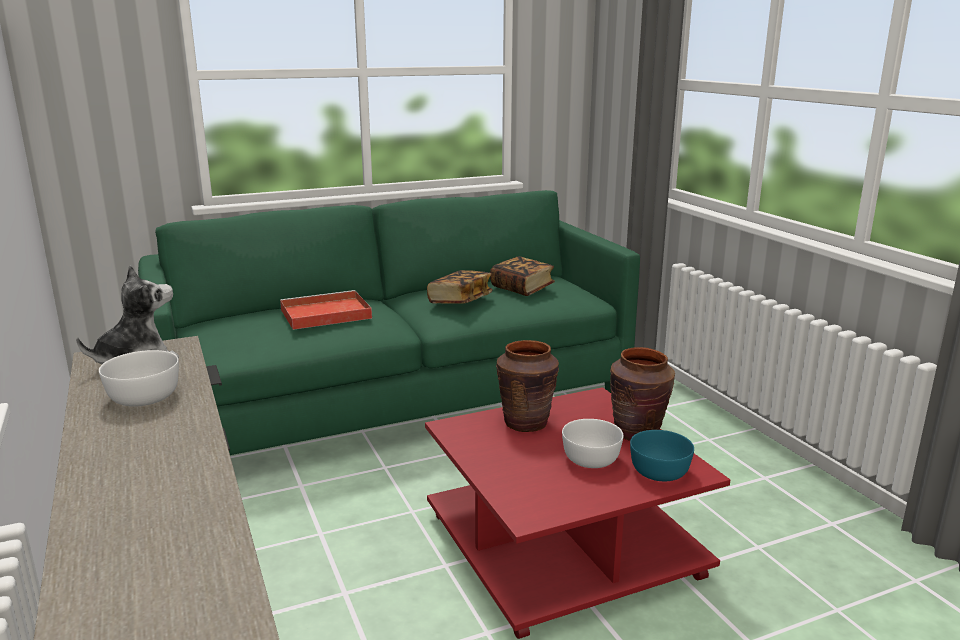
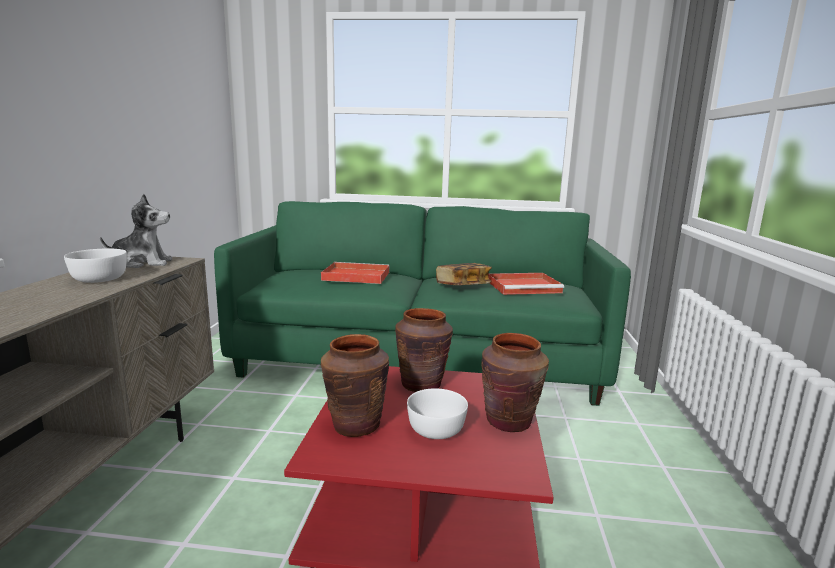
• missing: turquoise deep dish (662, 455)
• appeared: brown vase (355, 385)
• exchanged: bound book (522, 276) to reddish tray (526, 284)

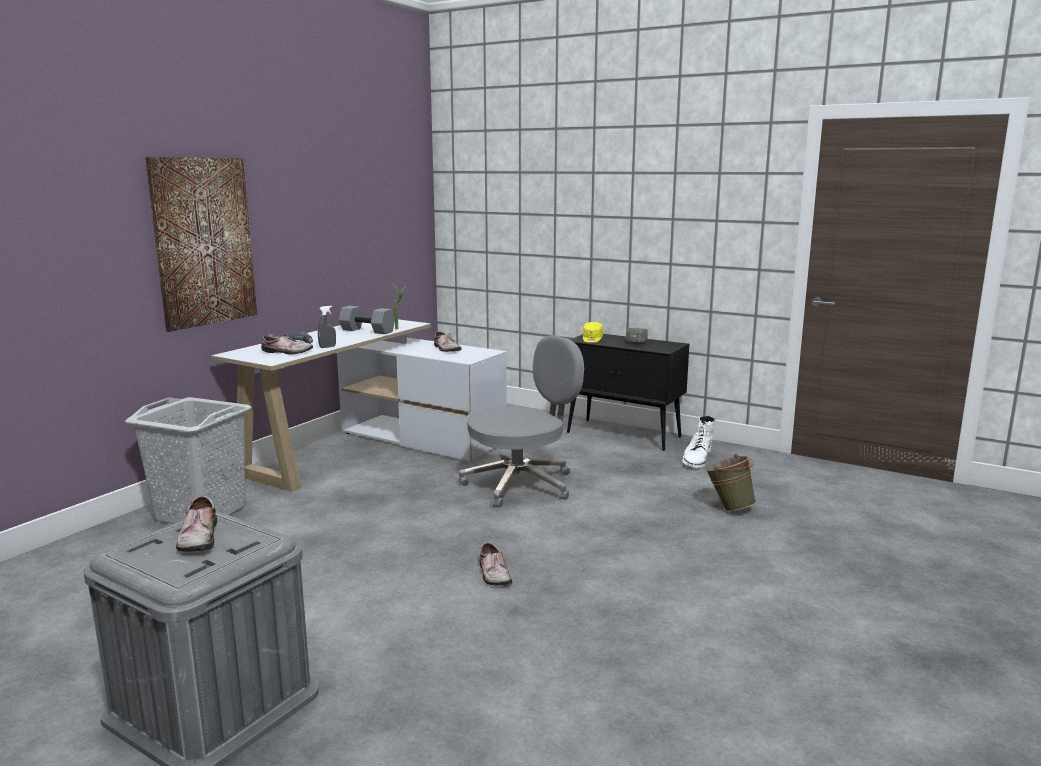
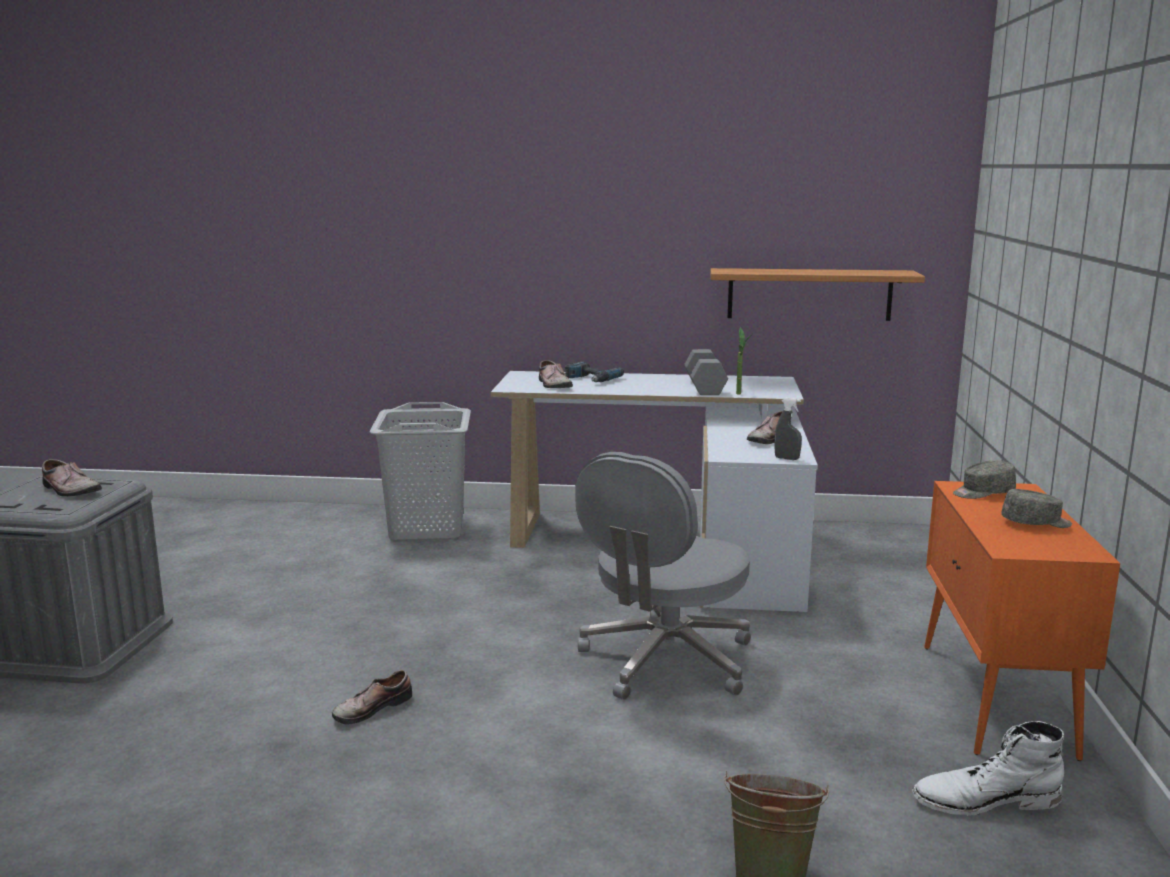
• missing: picture (201, 244)
• appeared: bracket shelf (817, 294)
• relocated: gray hand sprayer (327, 327) to (788, 429)
• colour: blackish cupboard (628, 392) to orangey cupboard (1022, 621)
• colour: yellow peaked cap (593, 332) to gray peaked cap (984, 480)
• spun: low shoe (196, 524) = (72, 478) 105 degrees counterclockwise
• spun: gray computer chair (521, 421) = (663, 576) 90 degrees clockwise

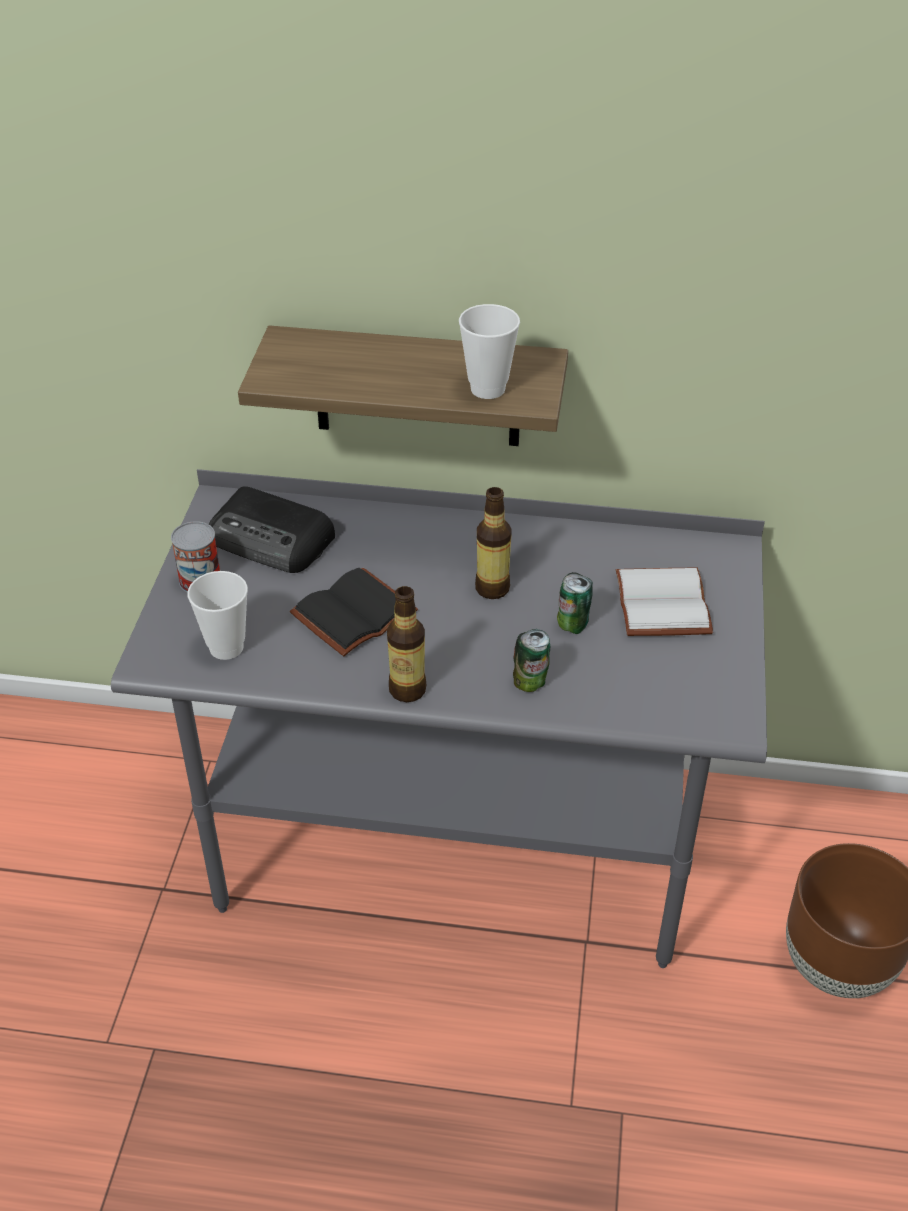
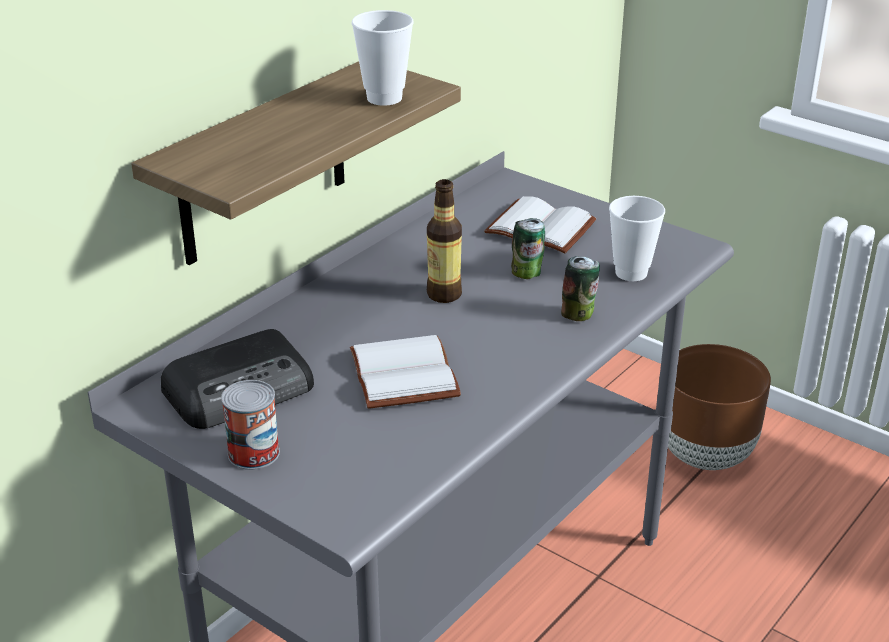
• missing: beverage bottle (406, 644)
• relocated: drinking cup (218, 615) to (637, 238)
• colour: blackish bound book (354, 612) to white-coloured bound book (405, 372)

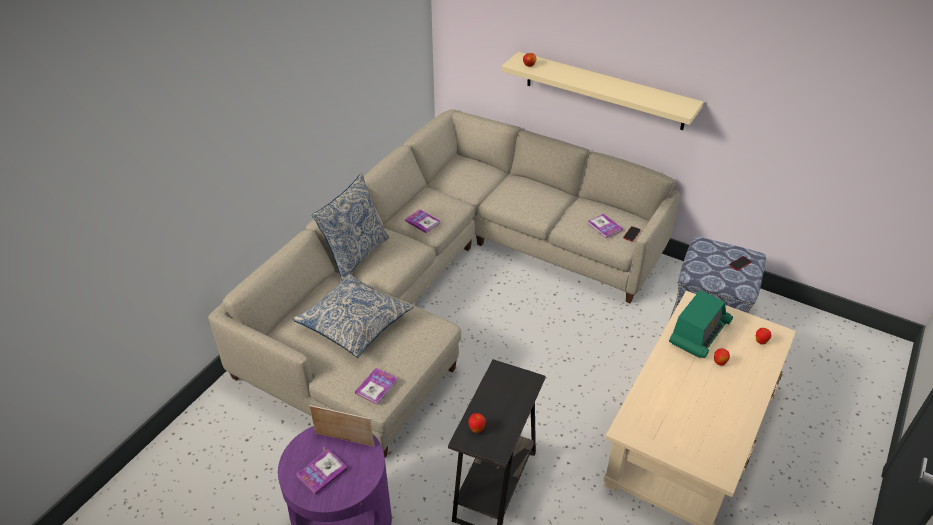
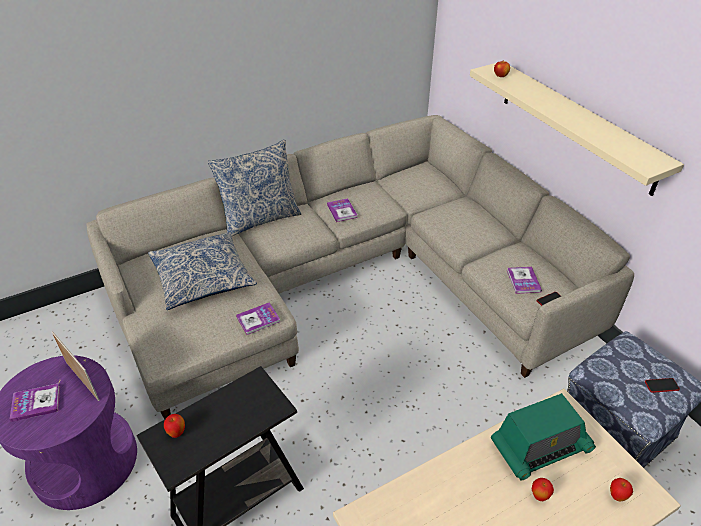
• relocated: bound book (376, 386) to (258, 318)

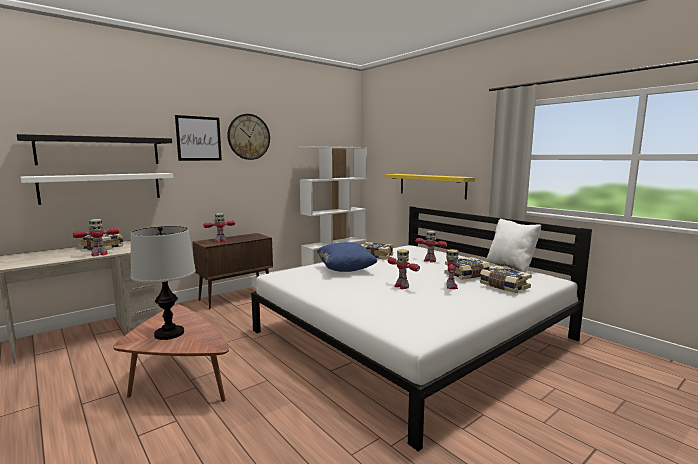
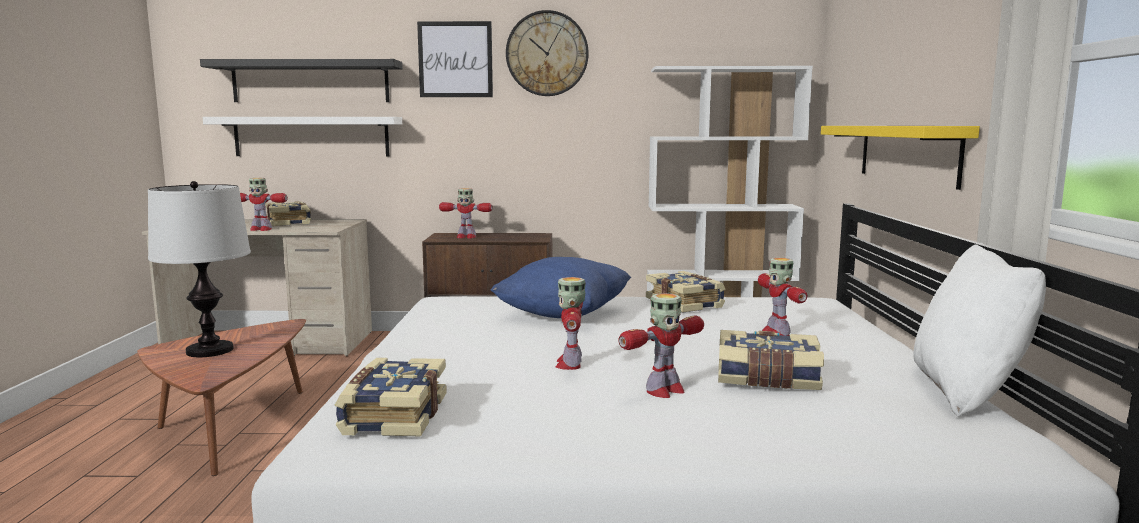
• relocated: bound book (506, 279) to (391, 397)

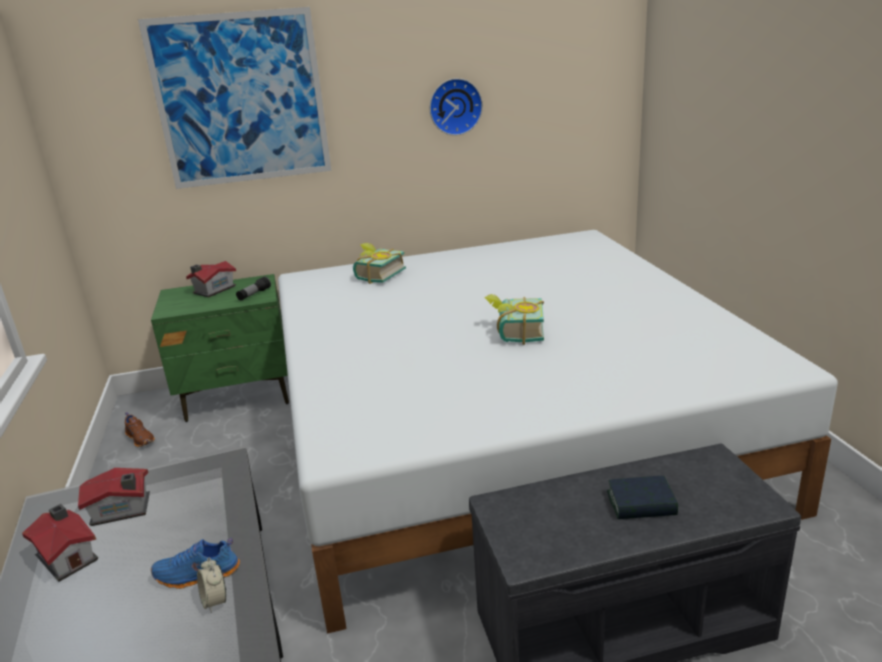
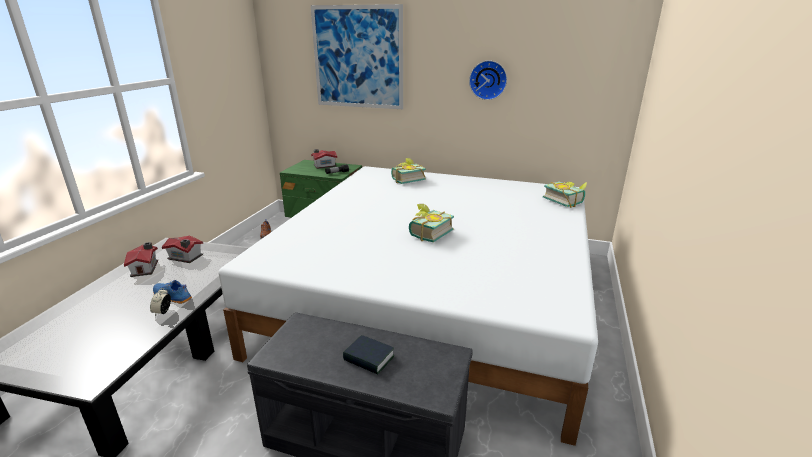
• appeared: bound book (565, 194)

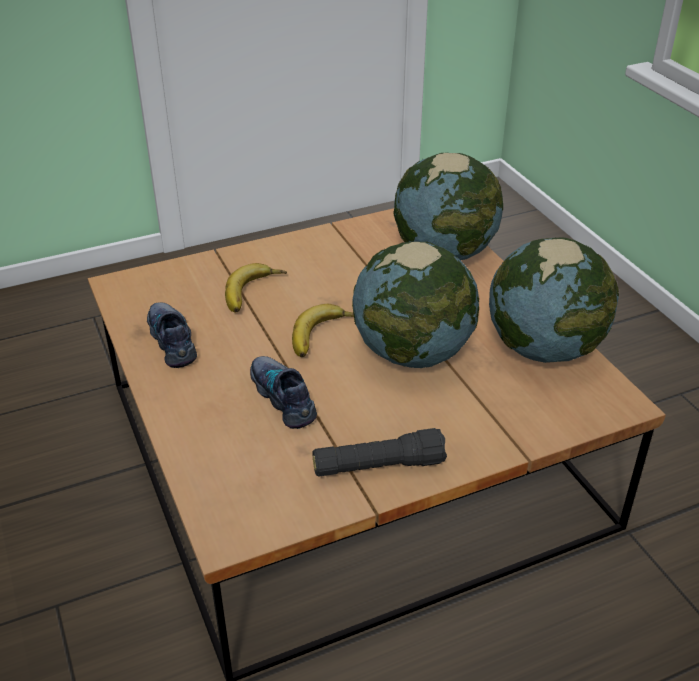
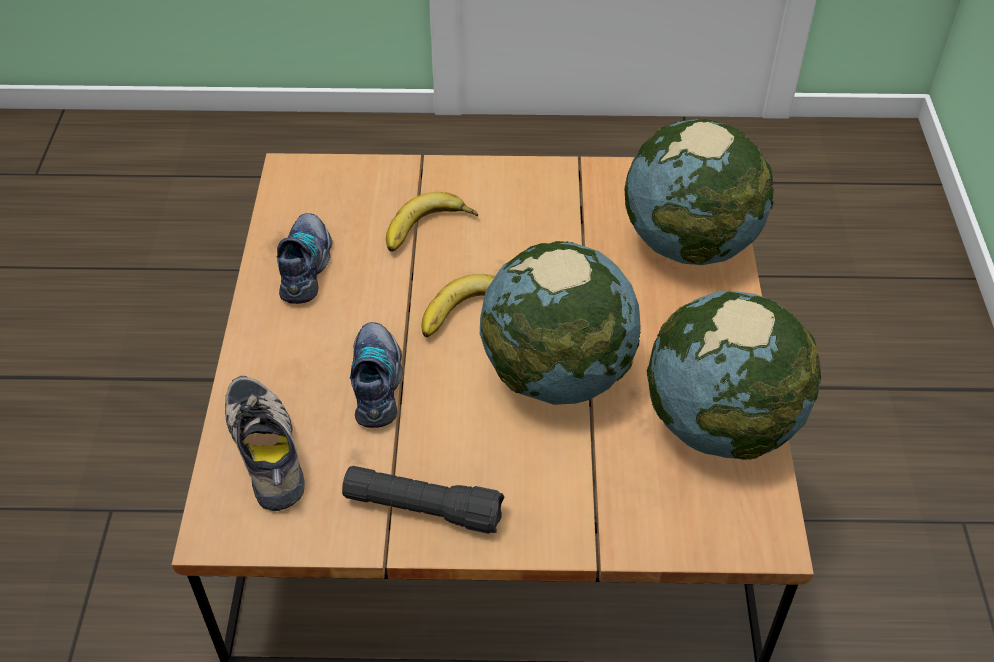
• appeared: low shoe (265, 443)

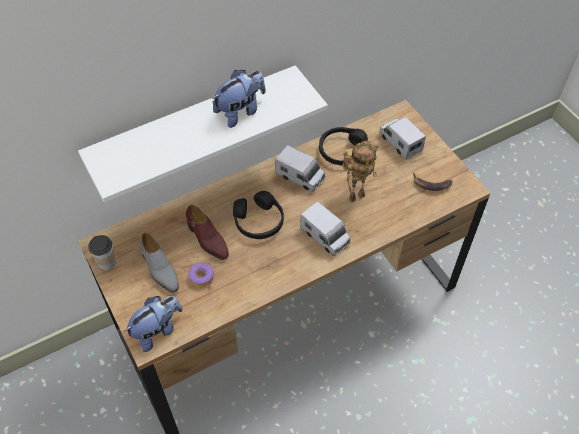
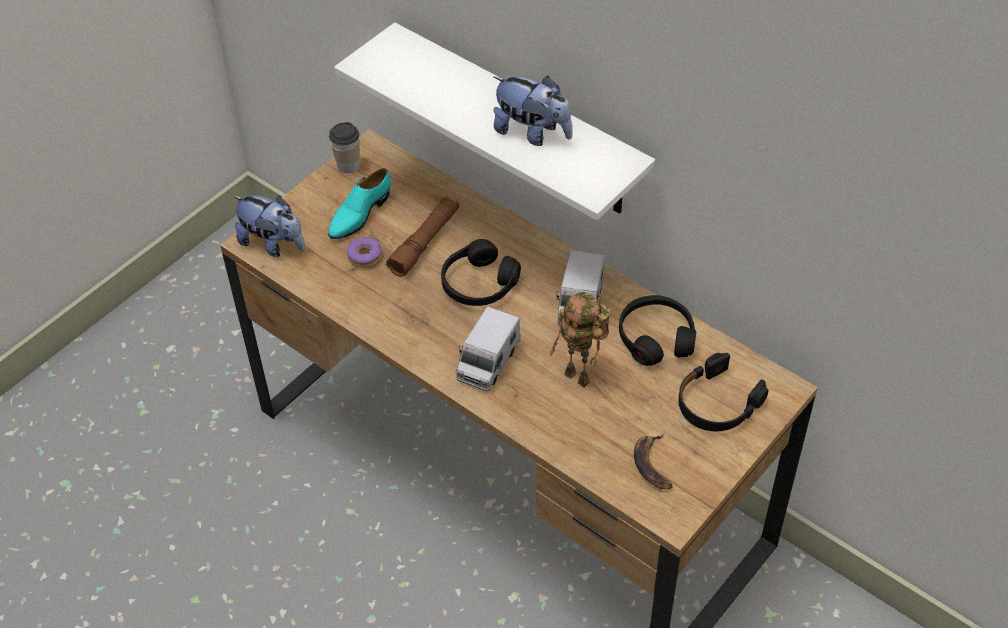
• exchanged: brown low shoe (207, 232) to brown torch (422, 237)
• exchanged: toy truck (402, 138) to blackish headphones (723, 392)
• colour: gray low shoe (159, 263) to turquoise low shoe (359, 203)

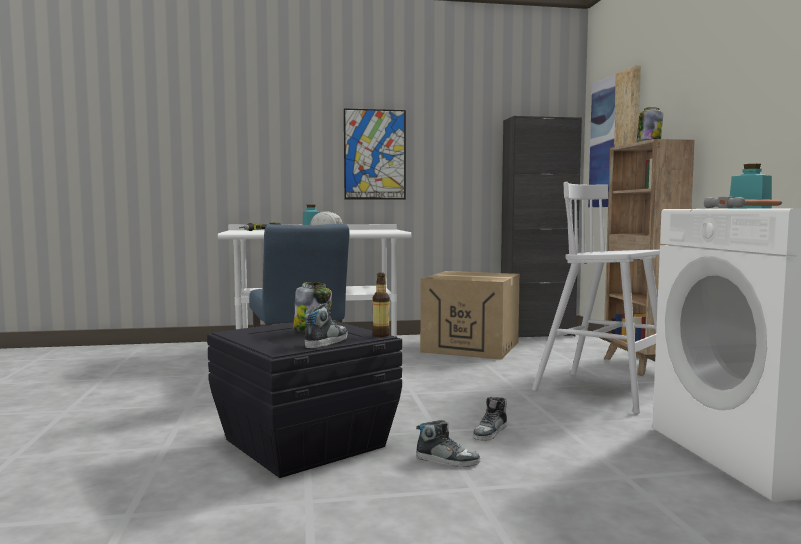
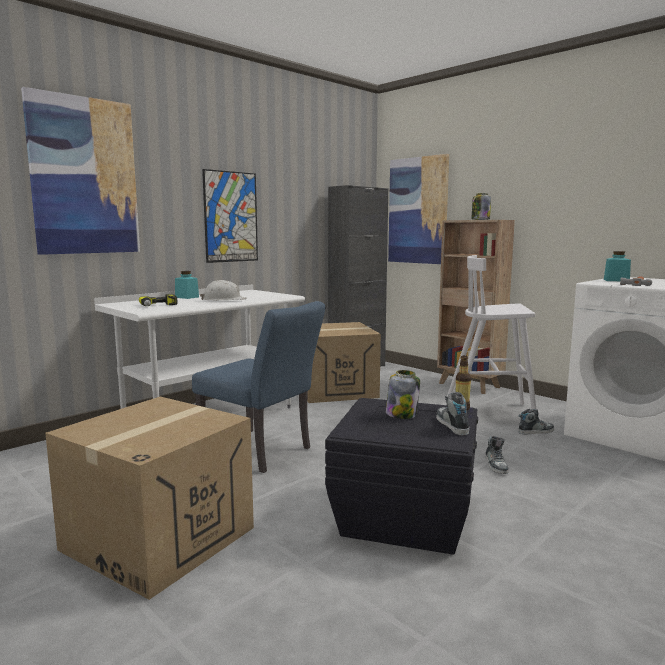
• appeared: picture (80, 171)
• appeared: cardboard box (149, 498)
• relocated: low shoe (448, 443) to (536, 421)

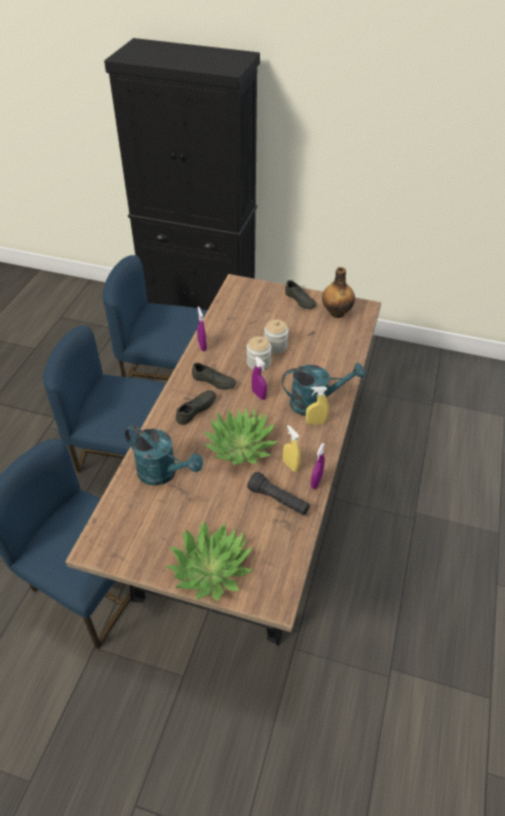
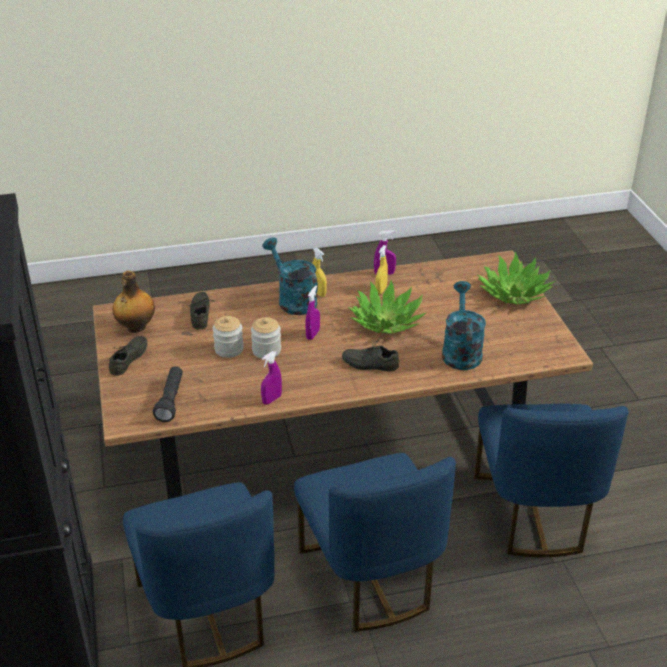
• relocated: gray low shoe (214, 376) to (202, 311)
• relocated: blackish torch (278, 493) to (168, 394)

